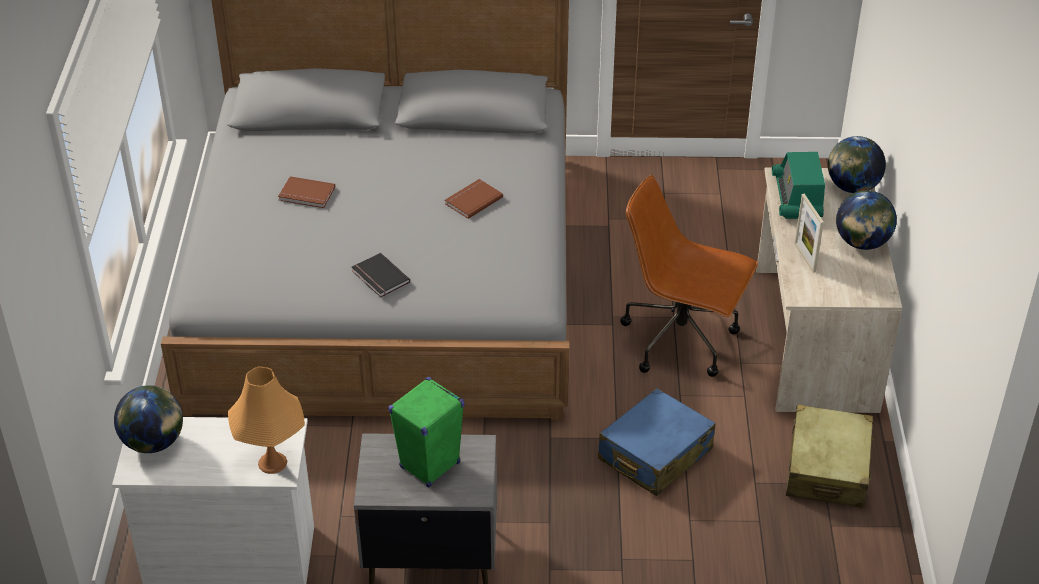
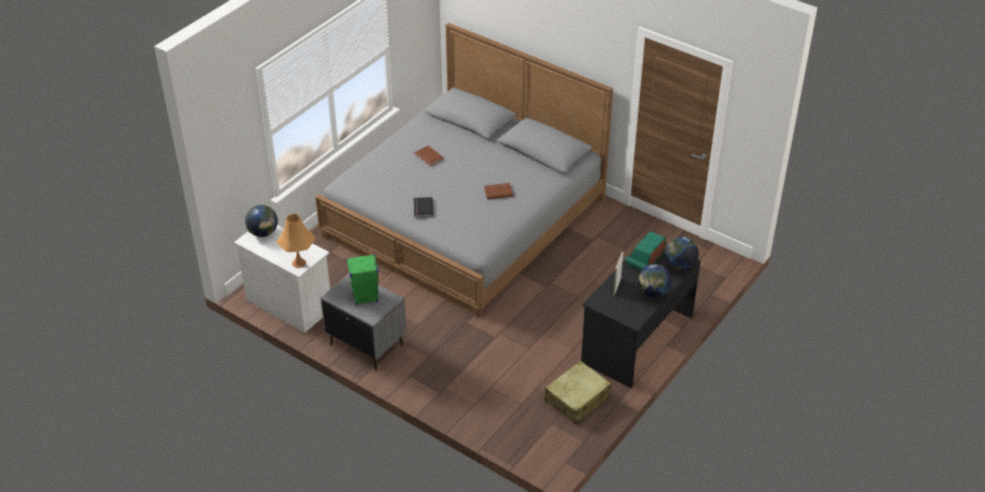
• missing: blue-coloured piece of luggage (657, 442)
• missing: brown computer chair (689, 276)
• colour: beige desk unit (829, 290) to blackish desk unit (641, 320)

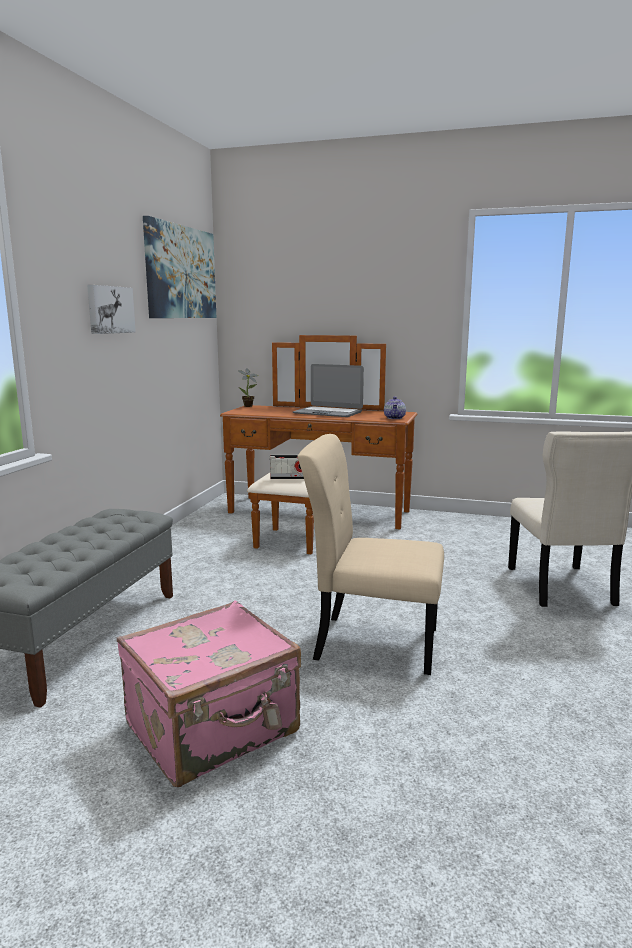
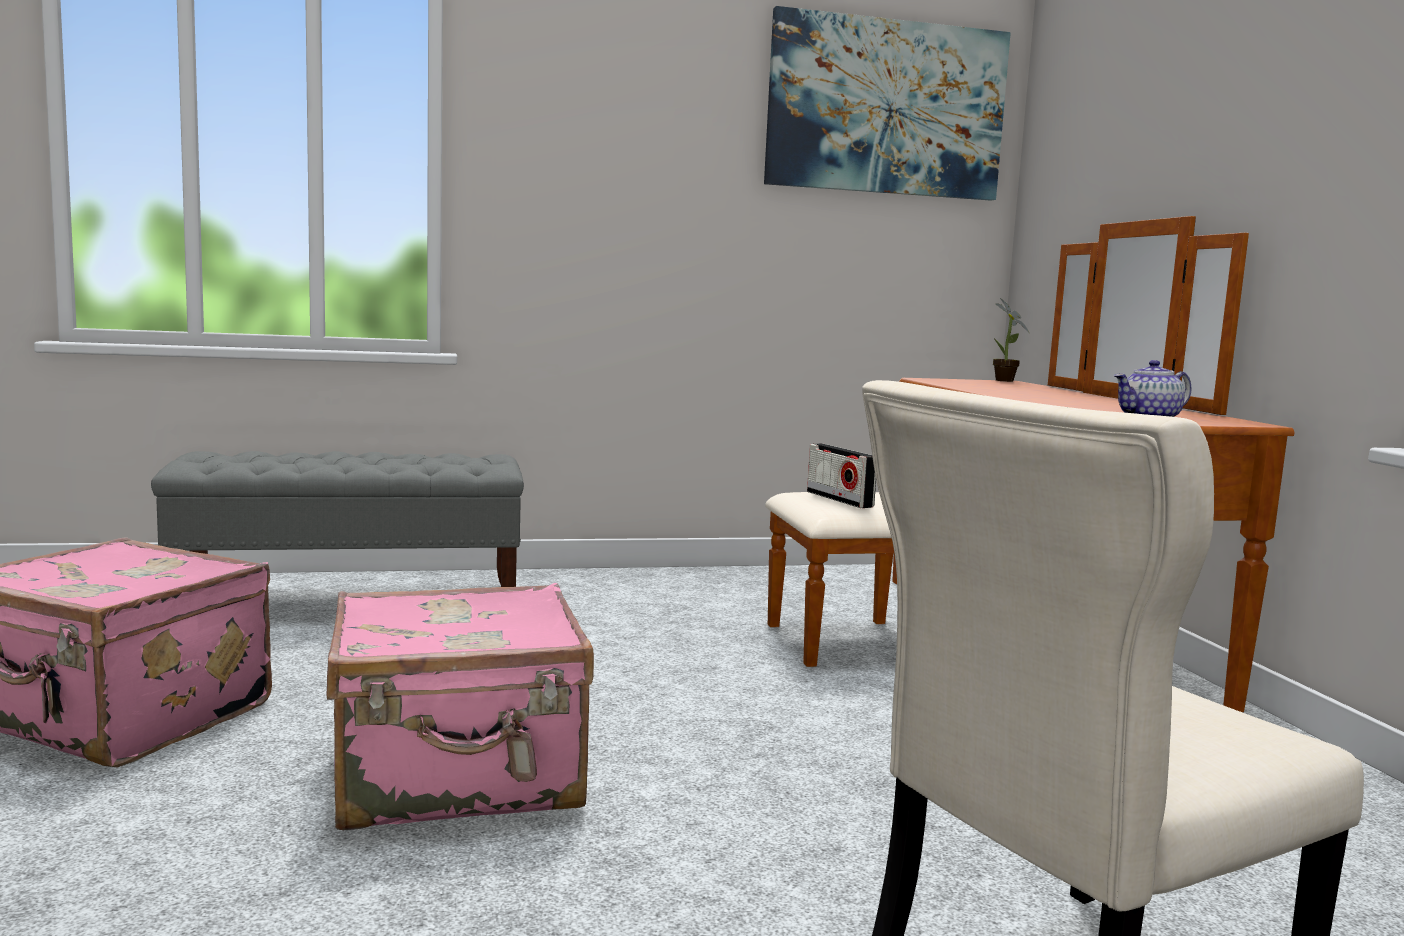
• missing: picture (111, 309)
• missing: notebook computer (328, 390)
• exchanged: beige chair (370, 554) to pink piece of luggage (460, 706)

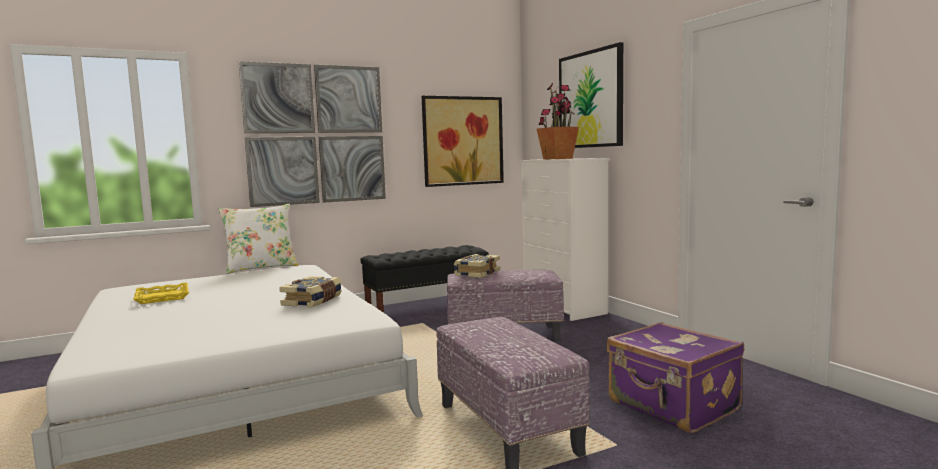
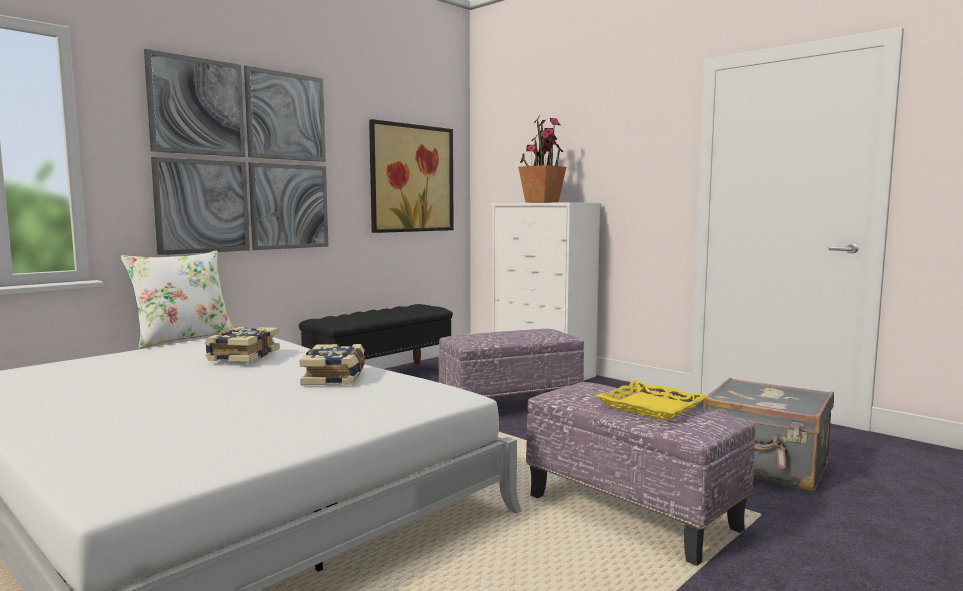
• missing: picture (591, 95)
• relocated: yellow tray (161, 293) to (652, 400)
• relocated: bound book (477, 266) to (242, 345)
• colour: purplish piece of luggage (675, 377) to gray piece of luggage (768, 434)

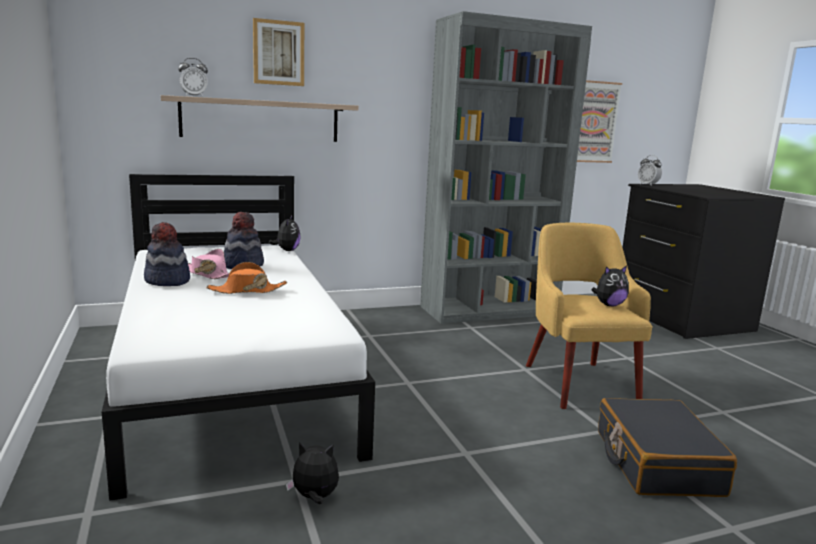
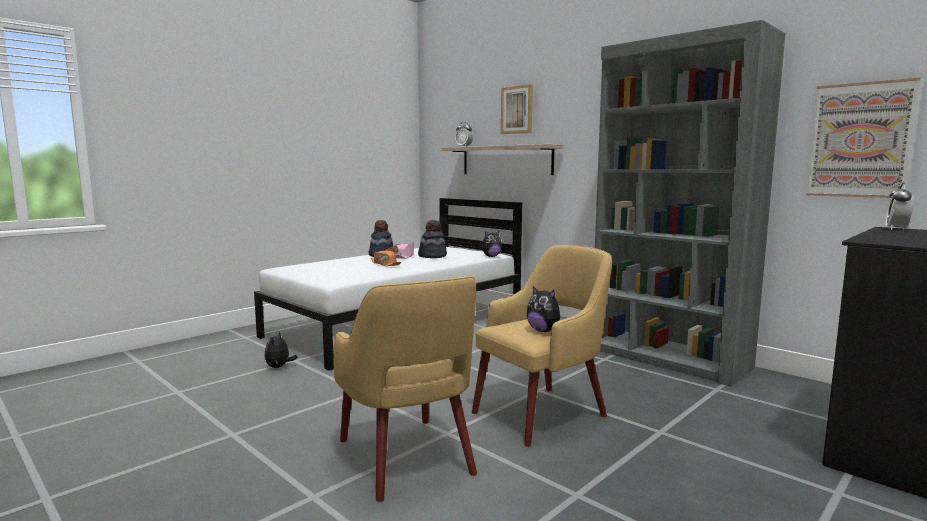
• exchanged: blackish piece of luggage (667, 447) to yellow easy chair (405, 389)
• spun: cuddly toy (312, 473) = (281, 350) 150 degrees counterclockwise

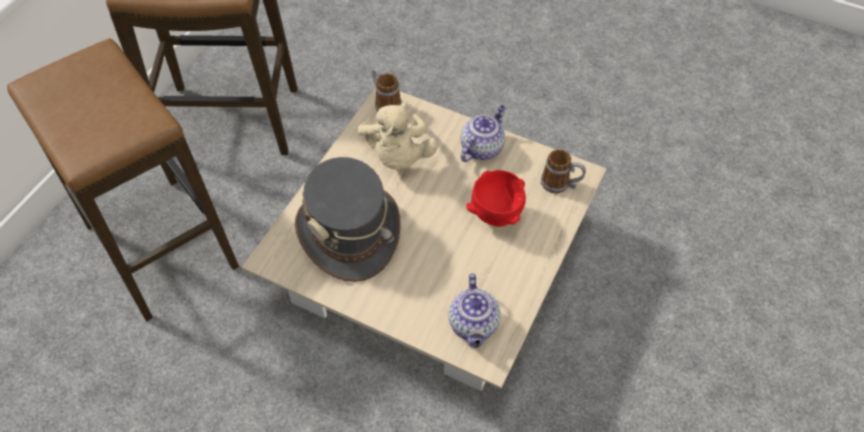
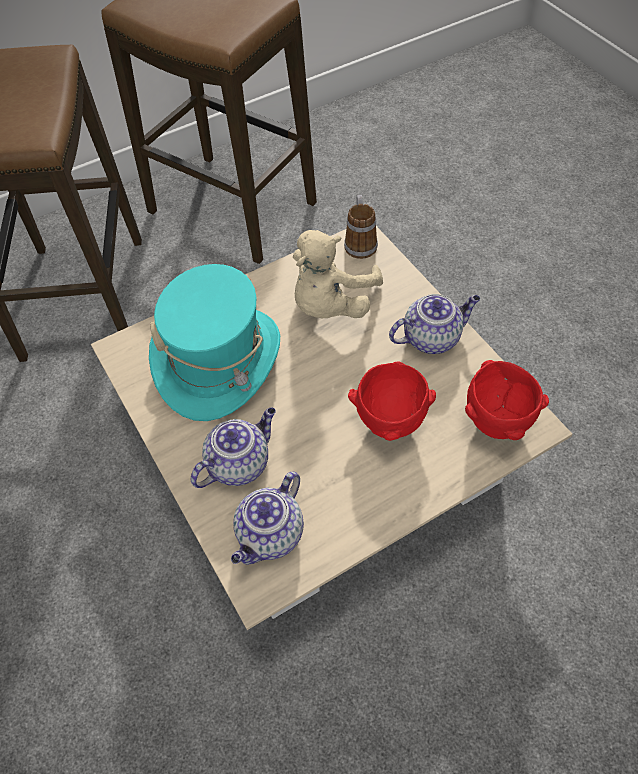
• appeared: teapot (233, 447)
• exchanged: tea mug (563, 171) to reddish deep dish (507, 400)
• colour: gray hat (348, 219) to turquoise hat (214, 342)

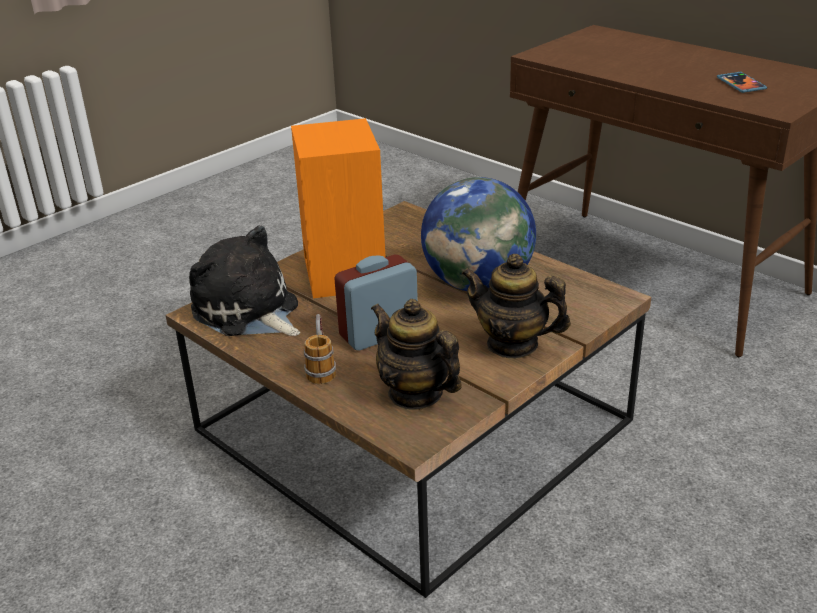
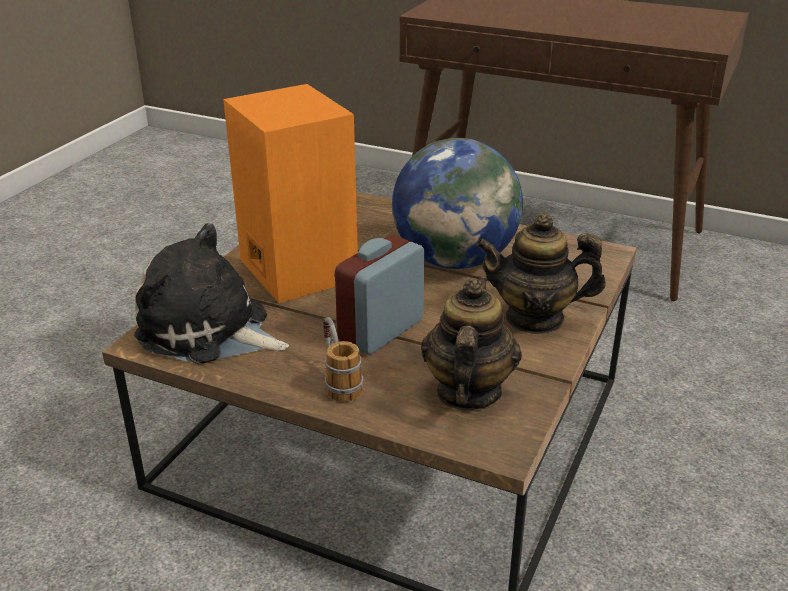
• missing: handset (742, 82)
• spun: teapot (416, 354) = (471, 343) 75 degrees clockwise

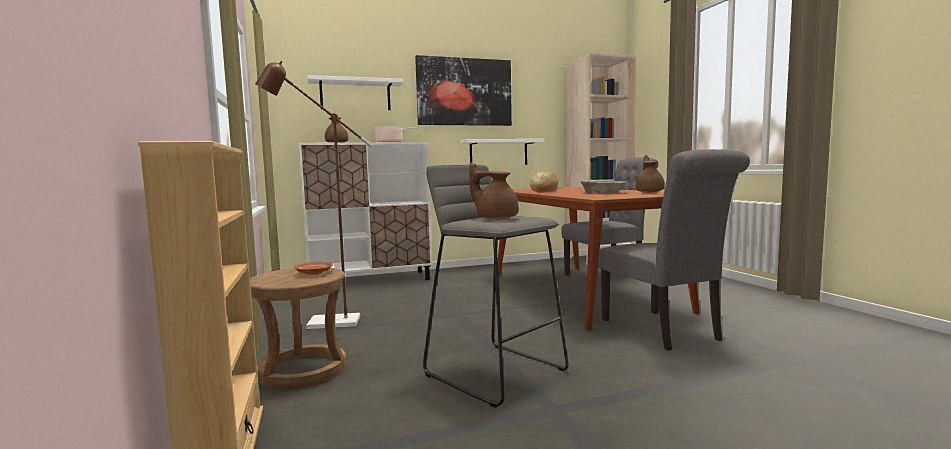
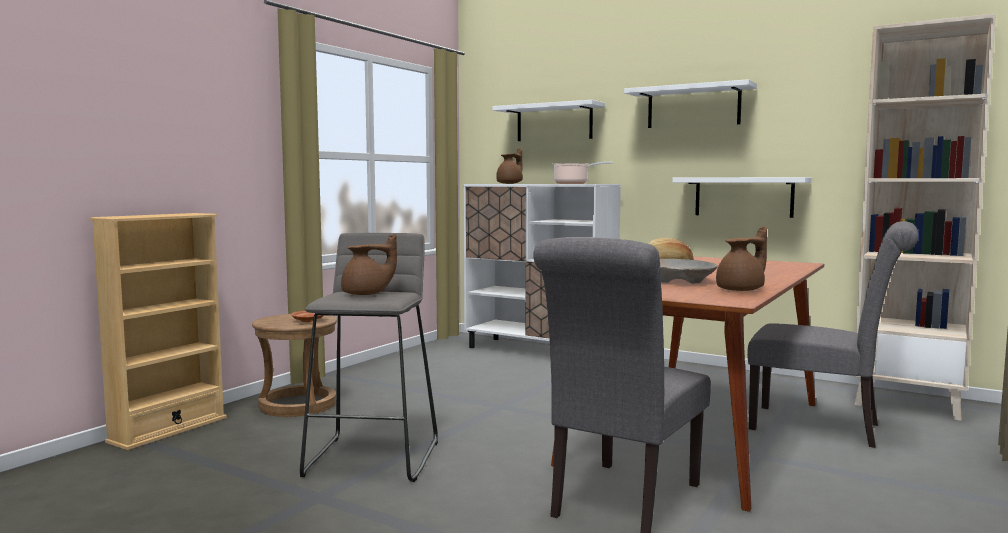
• missing: brown floor lamp (313, 195)
• exchanged: picture (463, 90) to white-coloured bracket shelf (690, 103)
• spun: brown teapot (494, 190) = (369, 264) 75 degrees clockwise

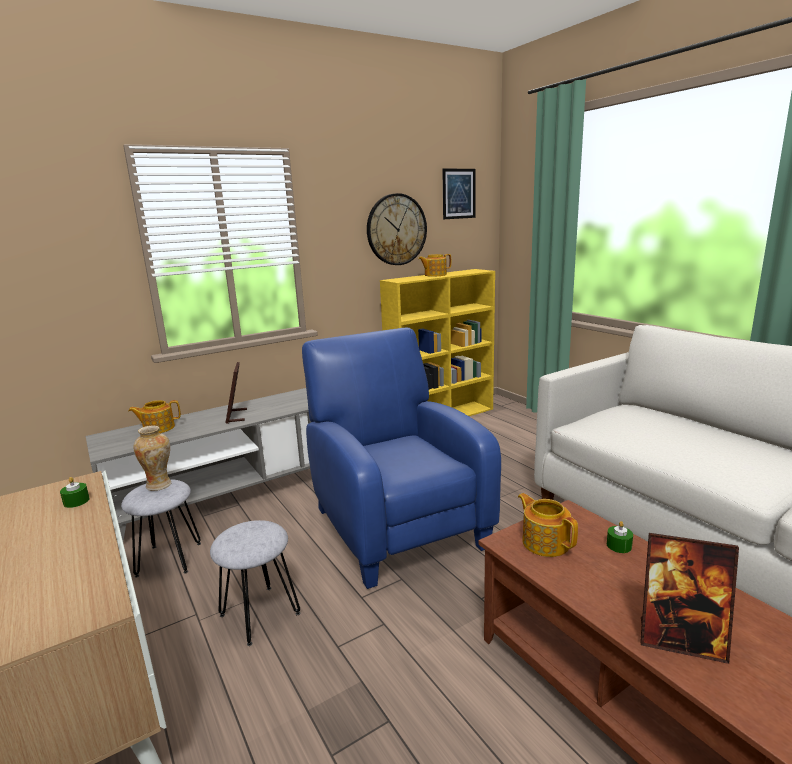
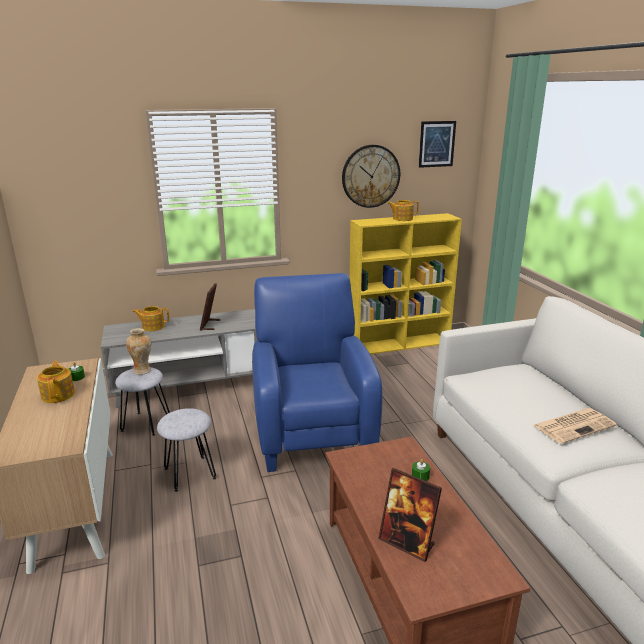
• appeared: printed paper (575, 426)
• relocated: teapot (548, 525) to (56, 382)

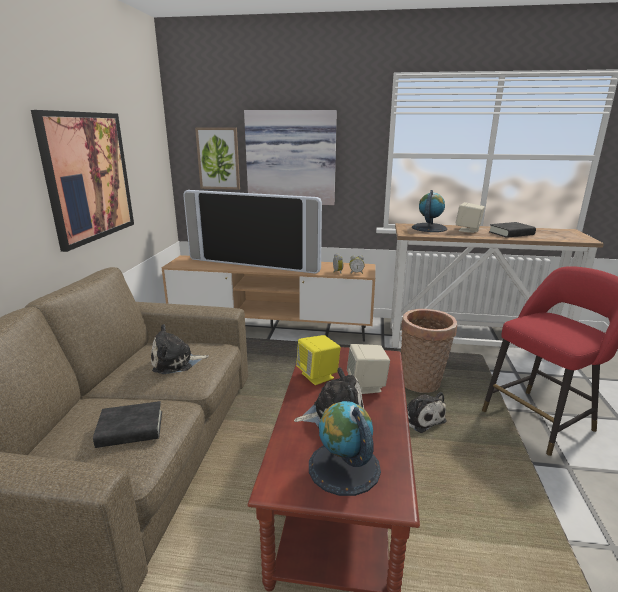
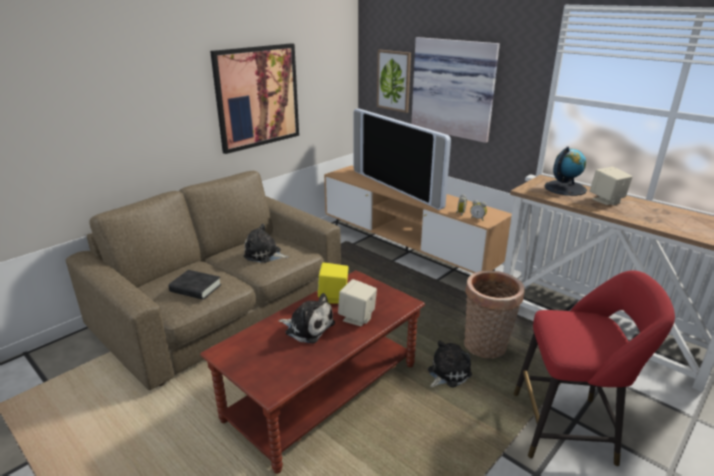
• missing: world globe (345, 448)
• missing: blackish bound book (512, 230)
• spun: cuddly toy (427, 412) = (450, 363) 135 degrees counterclockwise

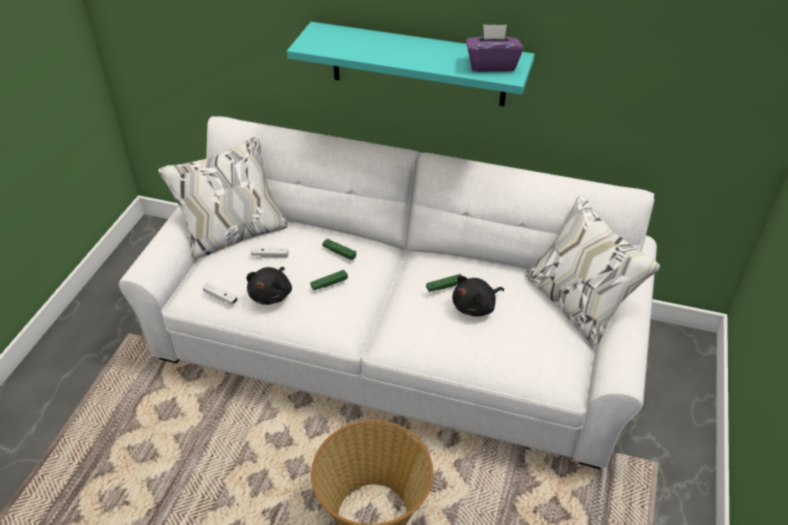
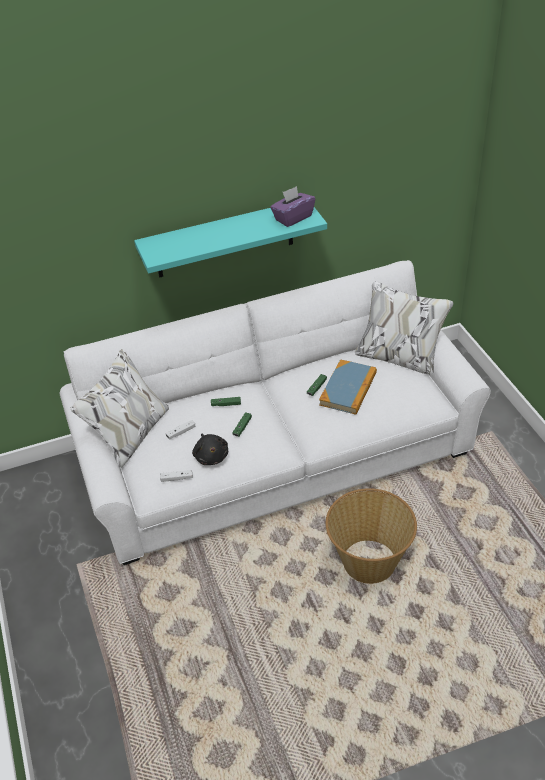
• exchanged: blackish cuddly toy (478, 296) to bound book (348, 387)

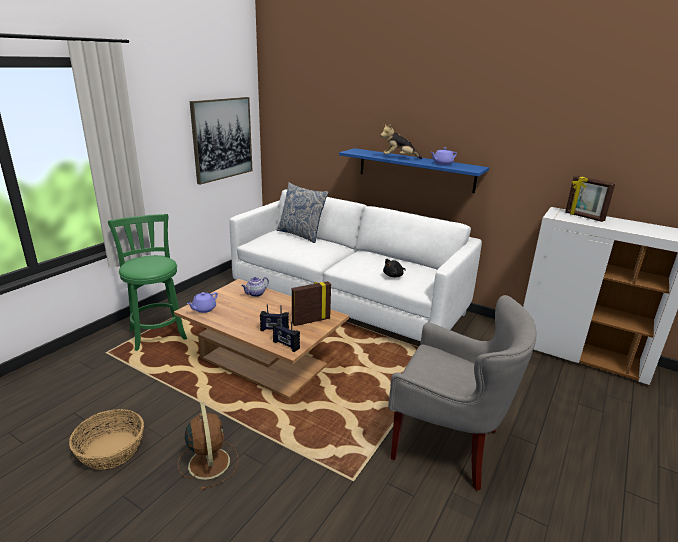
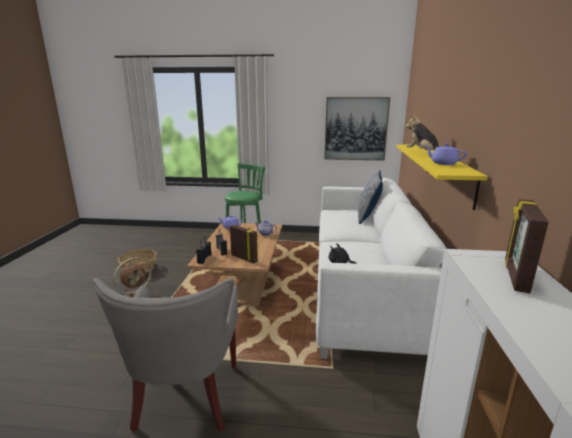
• colour: blue-coloured bracket shelf (414, 170) to yellow bracket shelf (442, 177)

